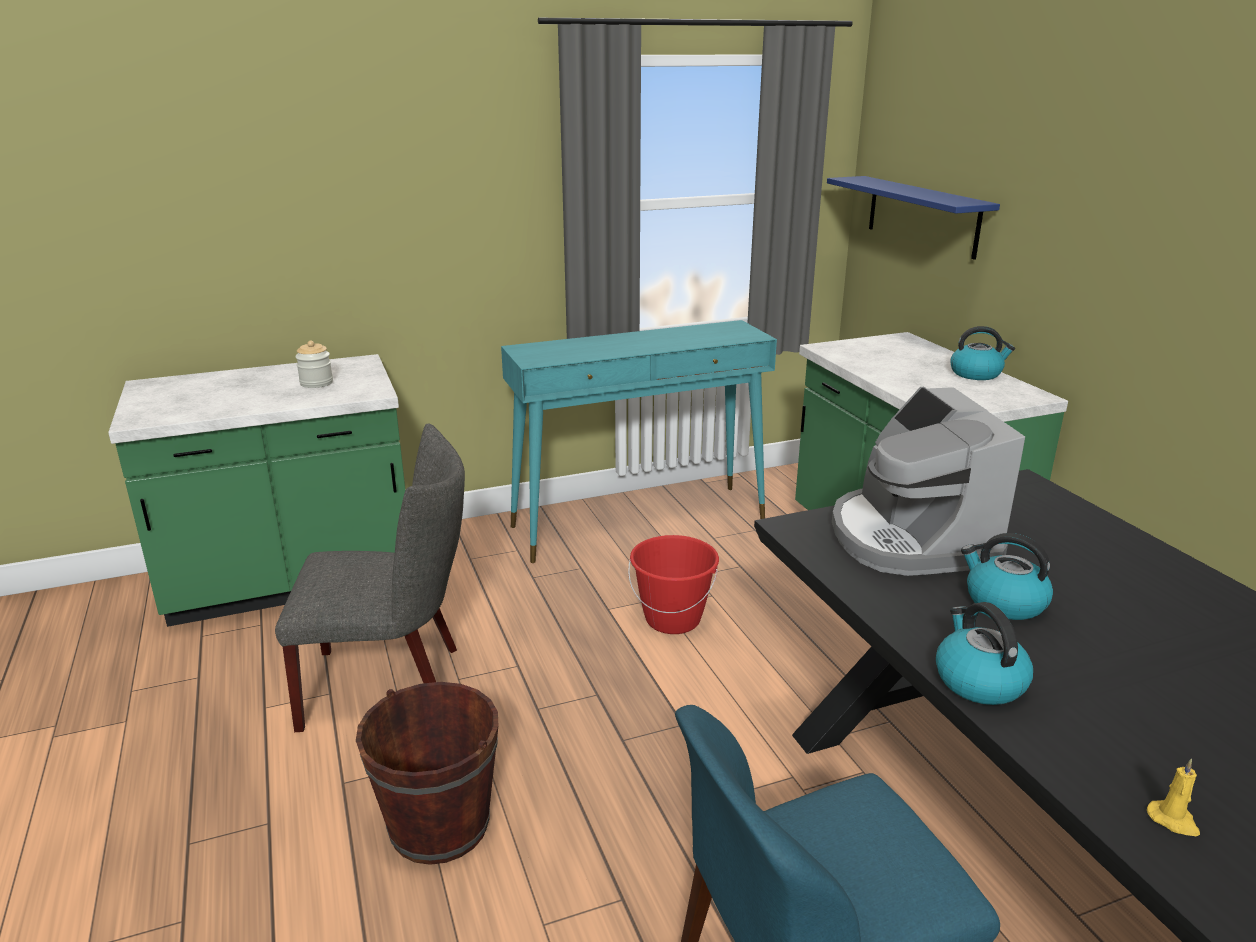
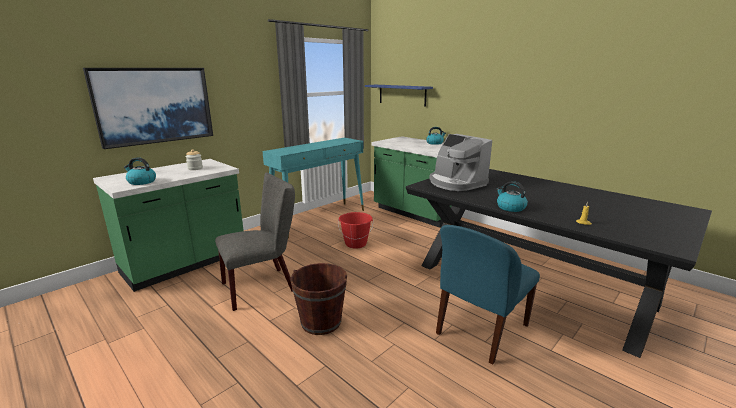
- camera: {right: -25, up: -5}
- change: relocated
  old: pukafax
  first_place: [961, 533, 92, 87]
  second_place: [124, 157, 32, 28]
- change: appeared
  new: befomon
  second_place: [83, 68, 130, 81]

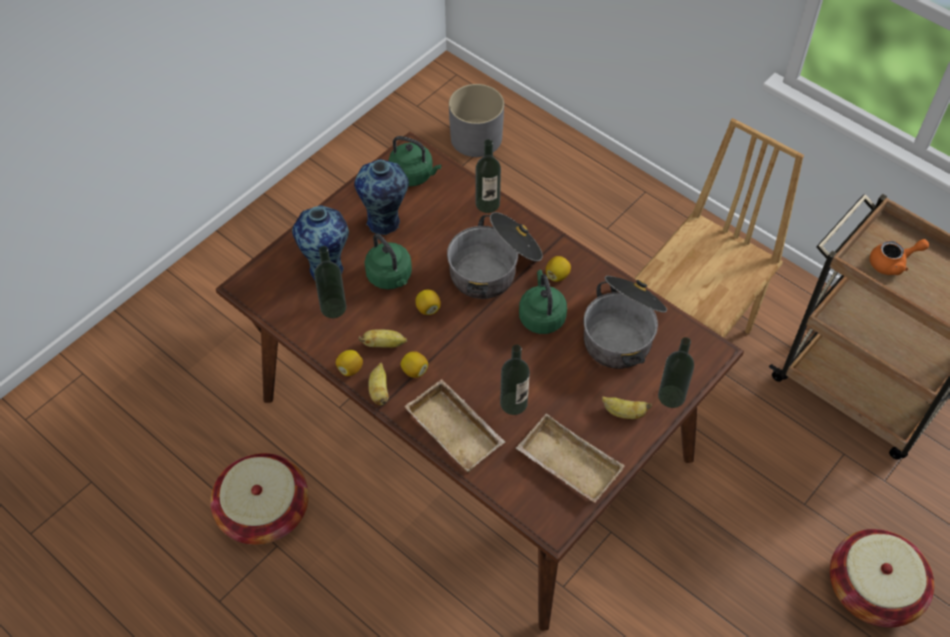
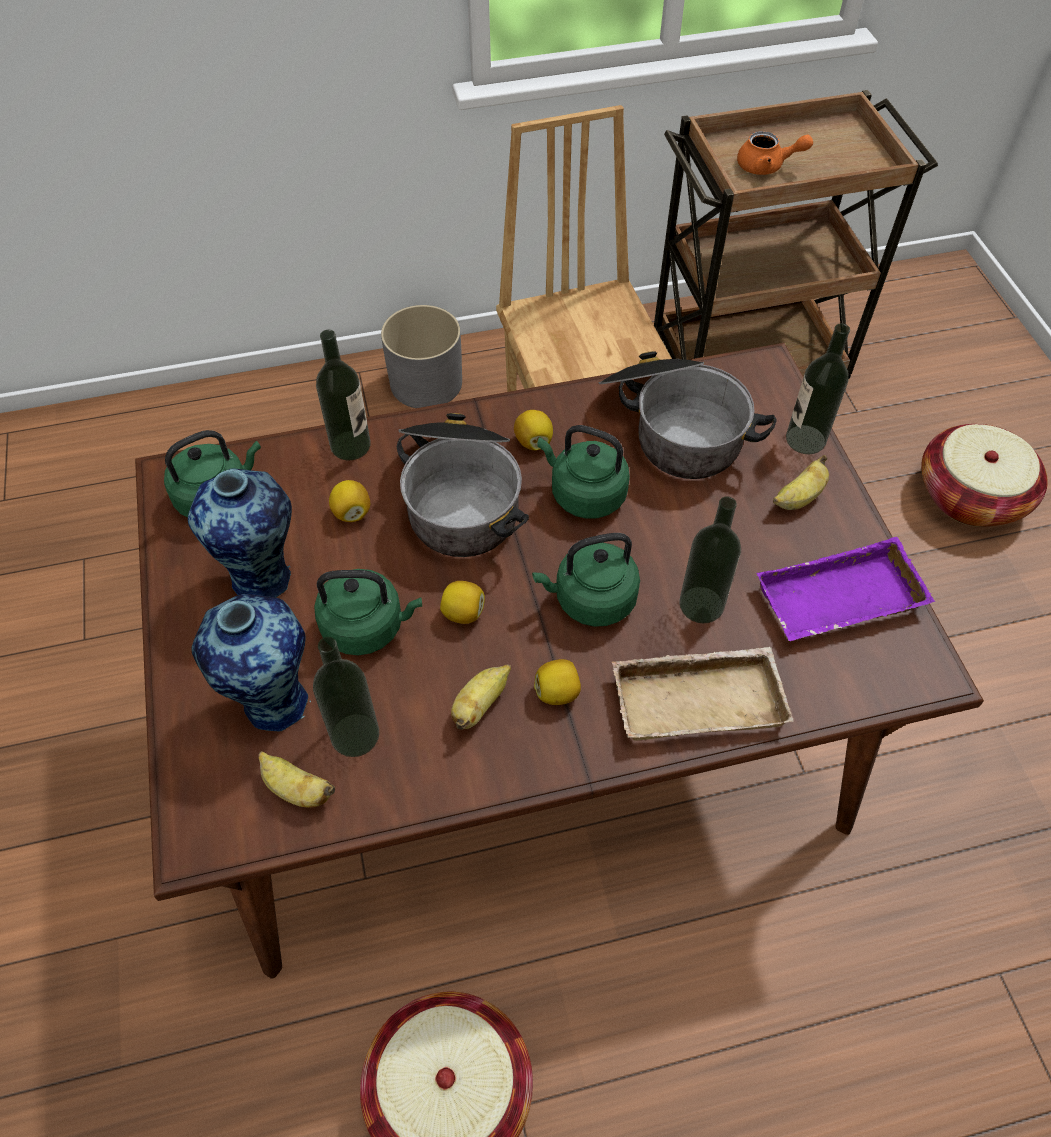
- camera: {right: -55, up: 0}
- change: relocated
  old: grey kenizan
  first_place: [449, 84, 55, 73]
  second_place: [381, 305, 81, 103]
- change: spun
  old: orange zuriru
  first_place: [870, 239, 59, 36]
  second_place: [737, 131, 76, 44]
  degrees: 75
- change: relocated
  old: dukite
  first_place: [336, 350, 27, 26]
  second_place: [329, 480, 41, 42]
- change: relocated
  old: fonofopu
  first_place: [368, 363, 20, 42]
  second_place: [259, 751, 76, 57]
- change: colour
  old: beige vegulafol
  new: purple vegulafol
  first_place: [516, 413, 109, 90]
  second_place: [756, 537, 179, 105]
- change: appeared
  new: green pukafax
  second_place: [532, 533, 108, 94]

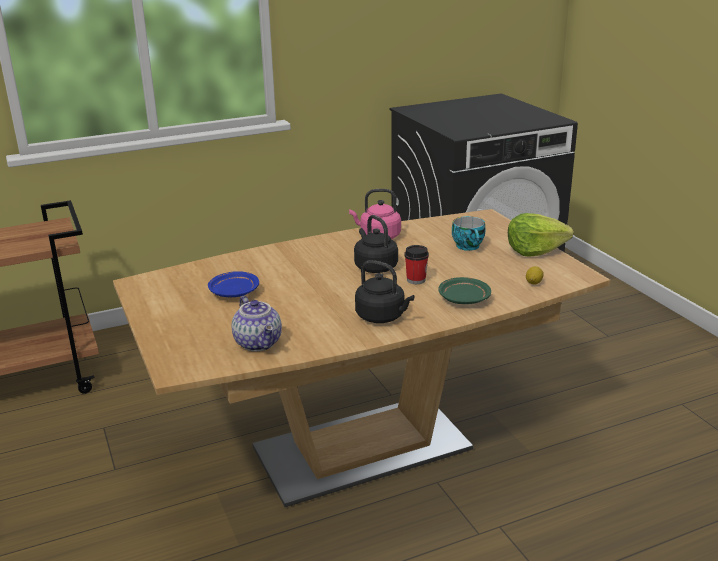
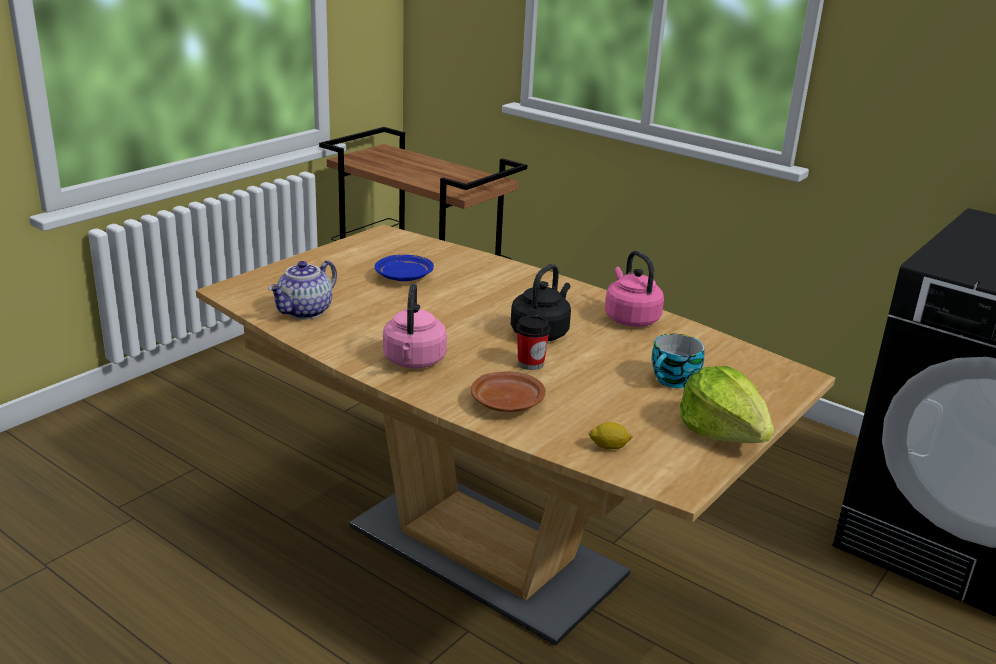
- camera: {right: 60, up: 0}
- change: colour
  old: black pukafax
  new: pink pukafax
  first_place: [355, 260, 59, 63]
  second_place: [383, 283, 64, 86]
- change: colour
  old: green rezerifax
  new: brown rezerifax
  first_place: [438, 277, 53, 27]
  second_place: [471, 372, 75, 40]

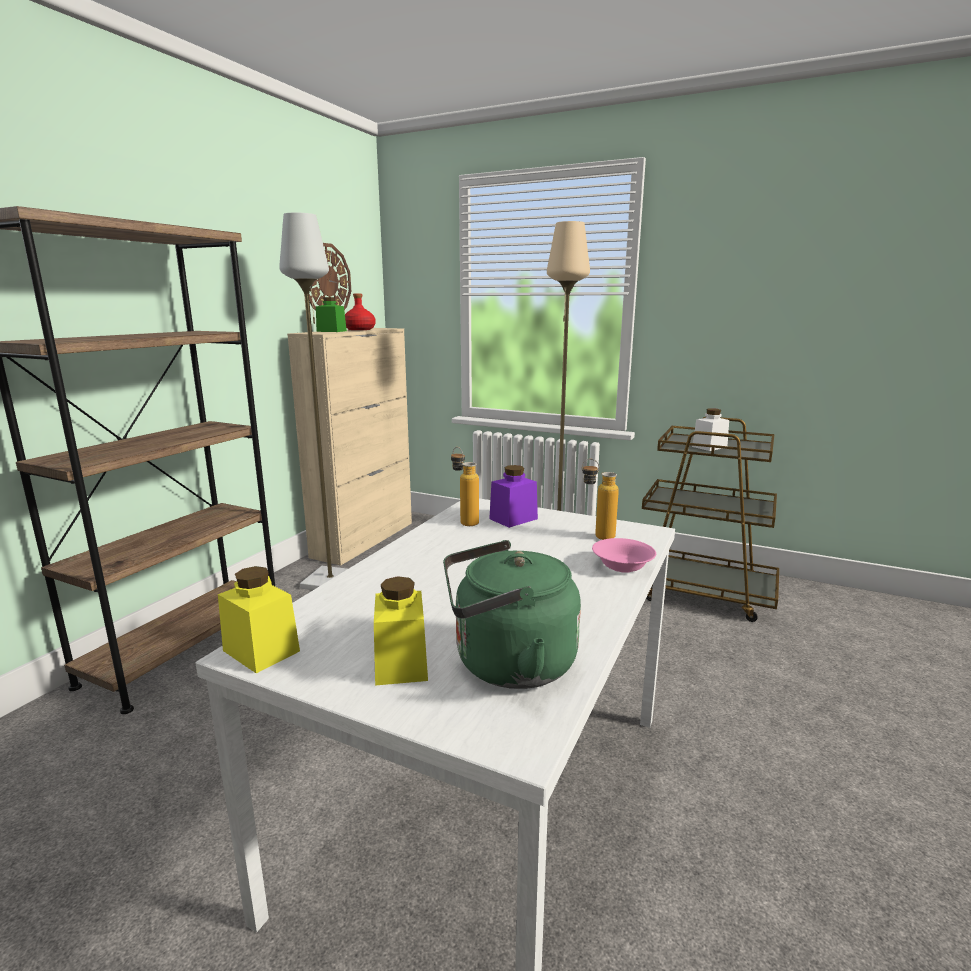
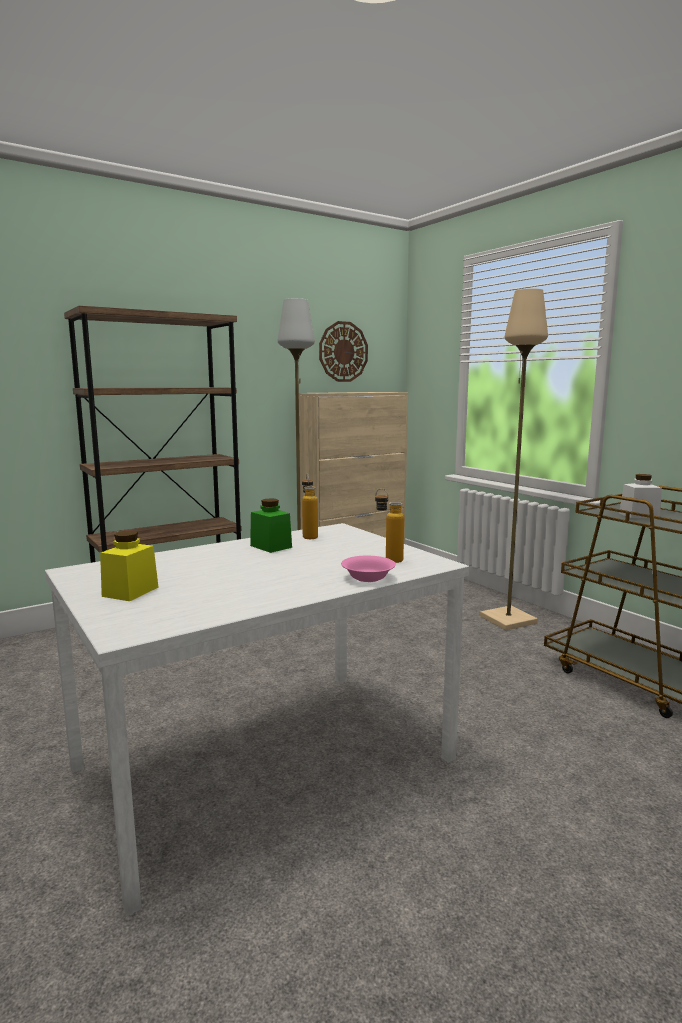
- camera: {right: 30, up: -5}
- change: missing
  old: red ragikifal
  first_place: [345, 294, 31, 36]
- change: relocated
  old: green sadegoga
  first_place: [316, 297, 31, 35]
  second_place: [250, 498, 42, 55]
- change: missing
  old: purple sadegoga
  first_place: [489, 465, 49, 63]
- change: missing
  old: green pukafax
  first_place: [443, 540, 138, 149]
- change: missing
  old: yellow sadegoga
  first_place: [218, 566, 82, 107]

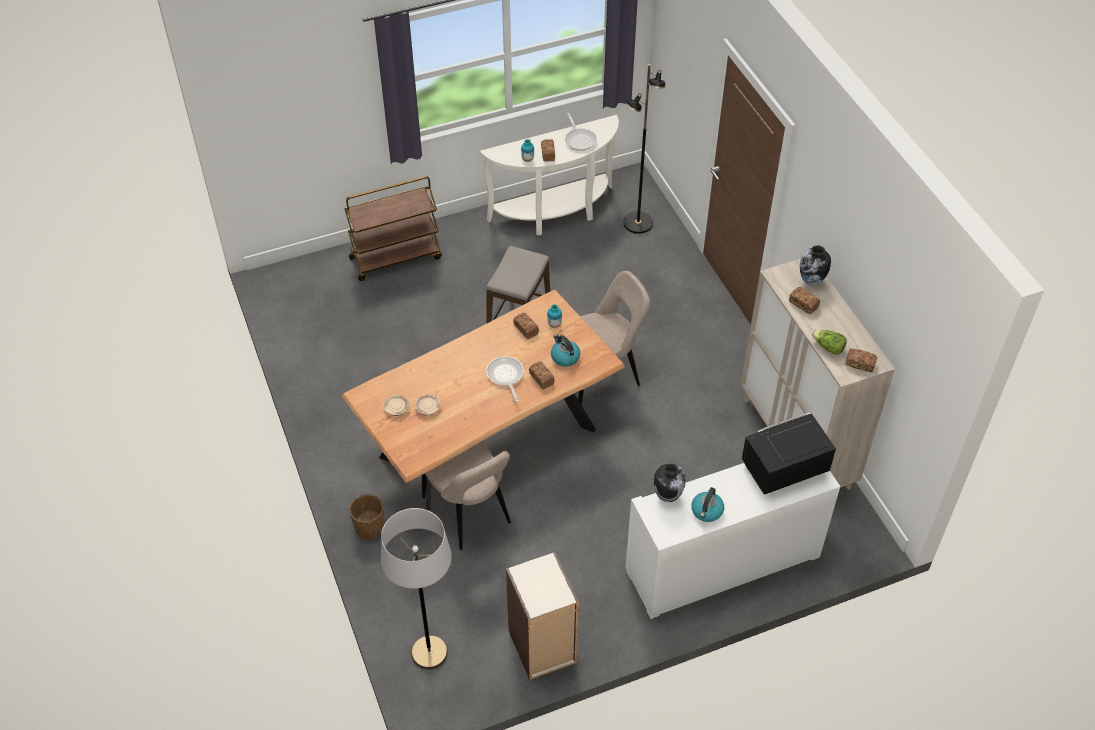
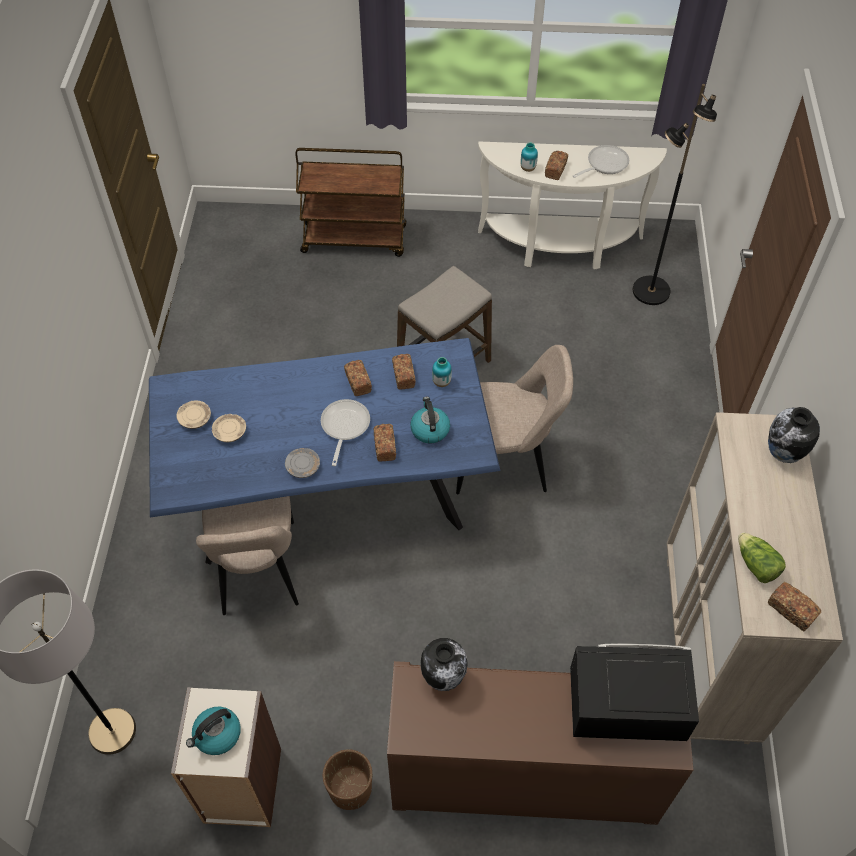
- camera: {right: 25, up: 5}
- change: spun
  old: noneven
  first_place: [565, 113, 32, 38]
  second_place: [573, 145, 56, 33]
  degrees: -135
- change: relocated
  old: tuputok
  first_place: [789, 287, 31, 27]
  second_place: [344, 360, 28, 36]
- change: colour
  old: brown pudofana
  new: blue pudofana
  first_place: [342, 289, 283, 223]
  second_place: [149, 338, 351, 227]
- change: colour
  old: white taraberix
  new: brown taraberix
  first_place: [625, 463, 215, 156]
  second_place: [387, 661, 306, 164]
- change: relocated
  old: pukafax
  first_place: [691, 487, 33, 35]
  second_place: [186, 707, 55, 48]
- change: relocated
  old: brown kenizan
  first_place: [349, 494, 36, 46]
  second_place: [323, 749, 49, 61]
- change: appeared
  new: grey rezerifax
  second_place: [285, 448, 35, 30]

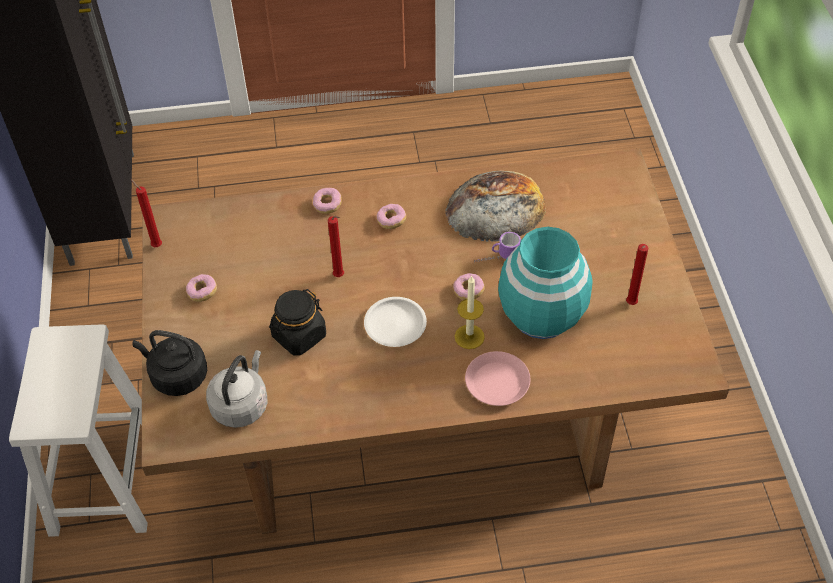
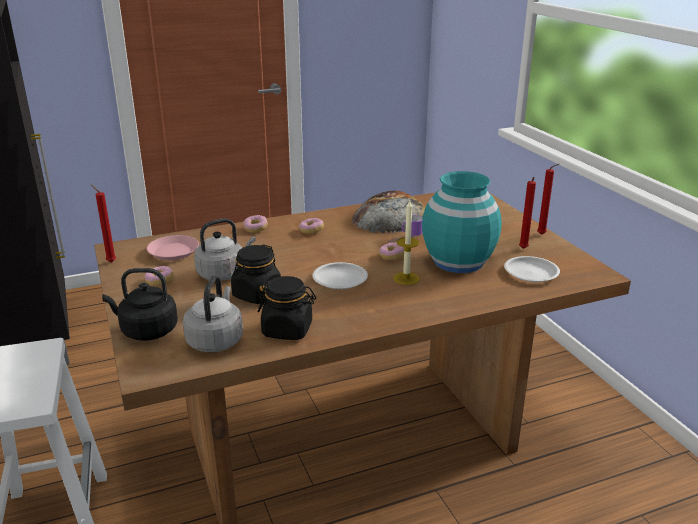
- camera: {right: -15, up: -25}
- change: relocated
  old: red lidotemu
  first_place: [328, 216, 16, 61]
  second_place: [537, 164, 22, 71]
- change: relocated
  old: pink rezerifax
  first_place: [465, 351, 65, 55]
  second_place: [147, 235, 52, 25]
- change: appeared
  new: grey pukafax
  second_place: [194, 218, 62, 63]
- change: appeared
  new: white rezerifax
  second_place: [504, 256, 56, 26]
- change: appeared
  new: black sadegoga
  second_place: [258, 276, 58, 64]

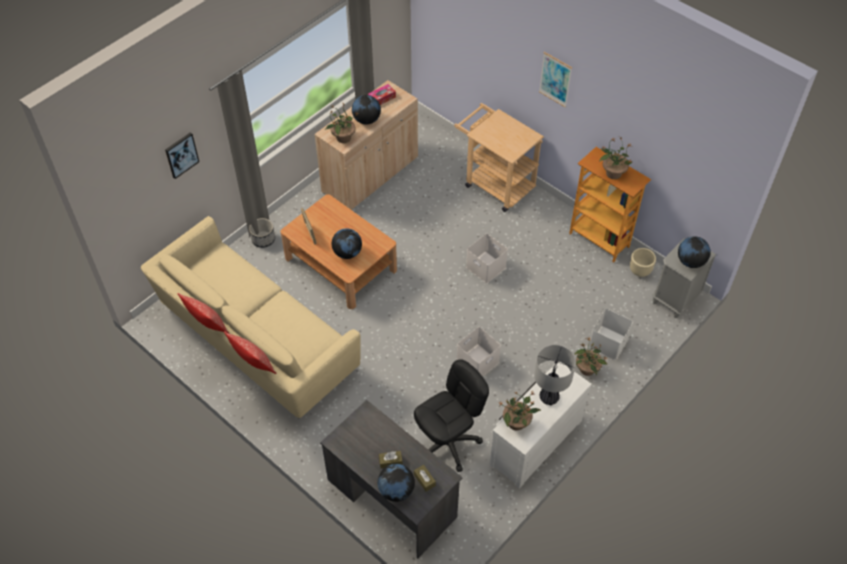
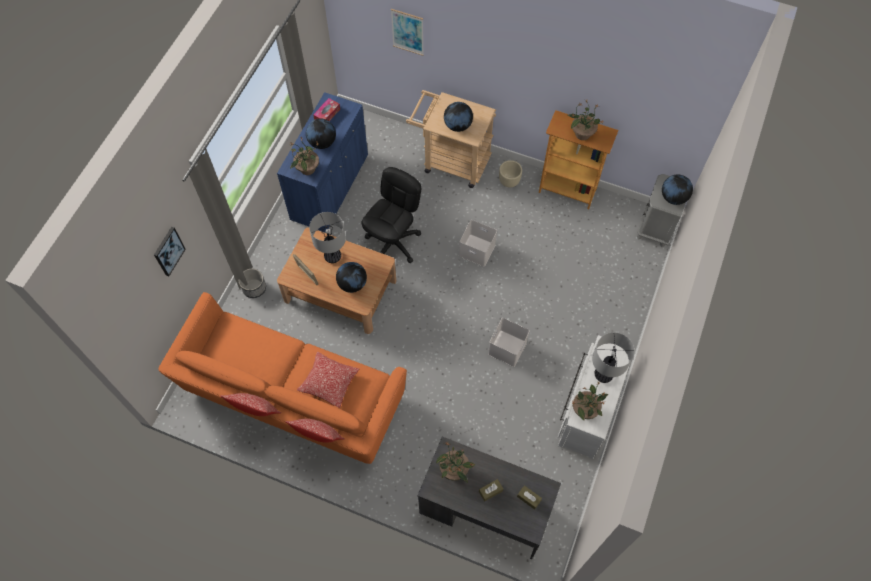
- camera: {right: -20, up: 10}
- change: relocated
  old: befomon
  first_place: [539, 52, 33, 56]
  second_place: [391, 9, 33, 47]
- change: colour
  old: beige taraberix
  new: blue taraberix
  first_place: [314, 80, 104, 130]
  second_place: [277, 92, 91, 141]
- change: colour
  old: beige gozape
  new: orange gozape
  first_place: [141, 216, 220, 202]
  second_place: [159, 292, 248, 172]
- change: relocated
  old: beige kenizan
  first_place: [630, 248, 26, 29]
  second_place: [499, 160, 23, 27]
- change: missing
  old: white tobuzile
  first_place: [589, 308, 44, 52]
- change: relocated
  old: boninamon
  first_place: [574, 337, 33, 39]
  second_place: [436, 442, 39, 41]
- change: relocated
  old: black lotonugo
  first_place: [414, 359, 75, 113]
  second_place: [362, 167, 60, 96]
- change: relocated
  old: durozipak
  first_place: [378, 464, 37, 38]
  second_place: [444, 102, 29, 30]
- change: appeared
  new: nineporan
  second_place: [309, 212, 37, 51]
- change: appeared
  new: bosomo
  second_place: [297, 352, 62, 56]

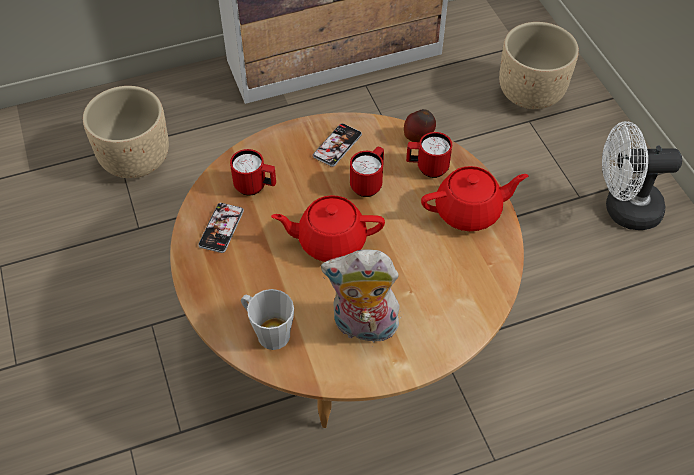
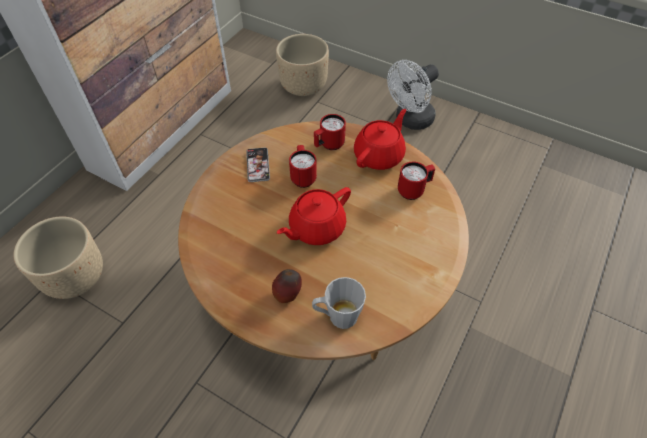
- camera: {right: -40, up: 0}
- change: relocated
  old: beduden
  first_place: [404, 109, 32, 33]
  second_place: [272, 269, 30, 34]
- change: relocated
  old: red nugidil
  first_place: [230, 149, 46, 47]
  second_place: [398, 161, 37, 39]
- change: missing
  old: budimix
  first_place: [198, 203, 46, 50]
- change: missing
  old: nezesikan
  first_place: [321, 249, 81, 98]

